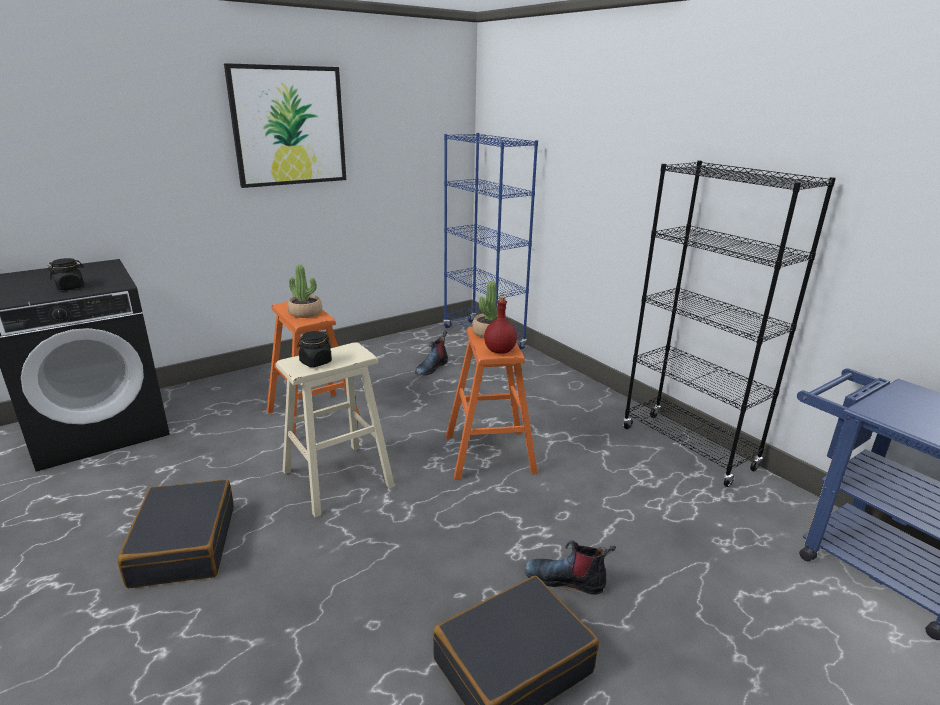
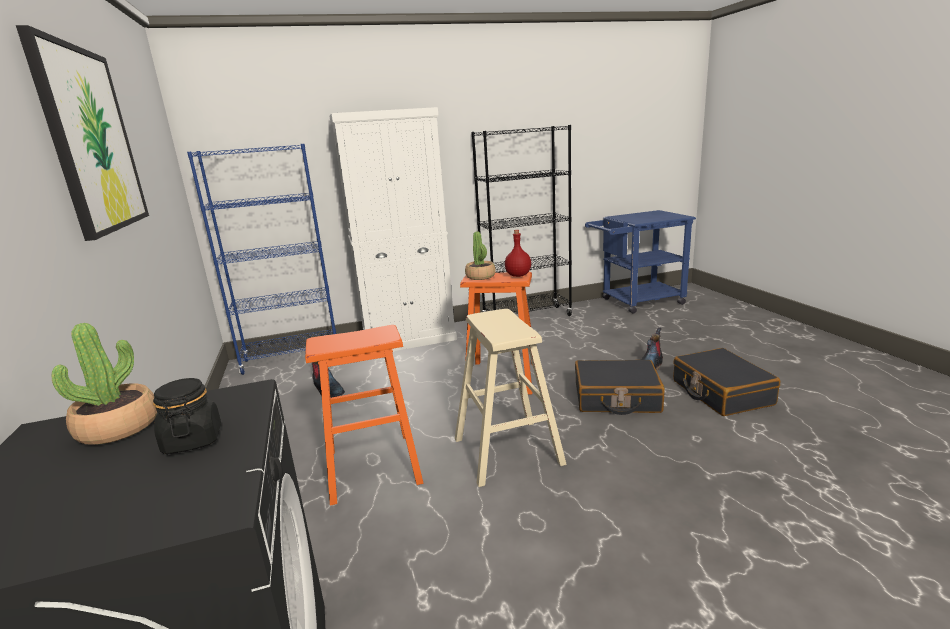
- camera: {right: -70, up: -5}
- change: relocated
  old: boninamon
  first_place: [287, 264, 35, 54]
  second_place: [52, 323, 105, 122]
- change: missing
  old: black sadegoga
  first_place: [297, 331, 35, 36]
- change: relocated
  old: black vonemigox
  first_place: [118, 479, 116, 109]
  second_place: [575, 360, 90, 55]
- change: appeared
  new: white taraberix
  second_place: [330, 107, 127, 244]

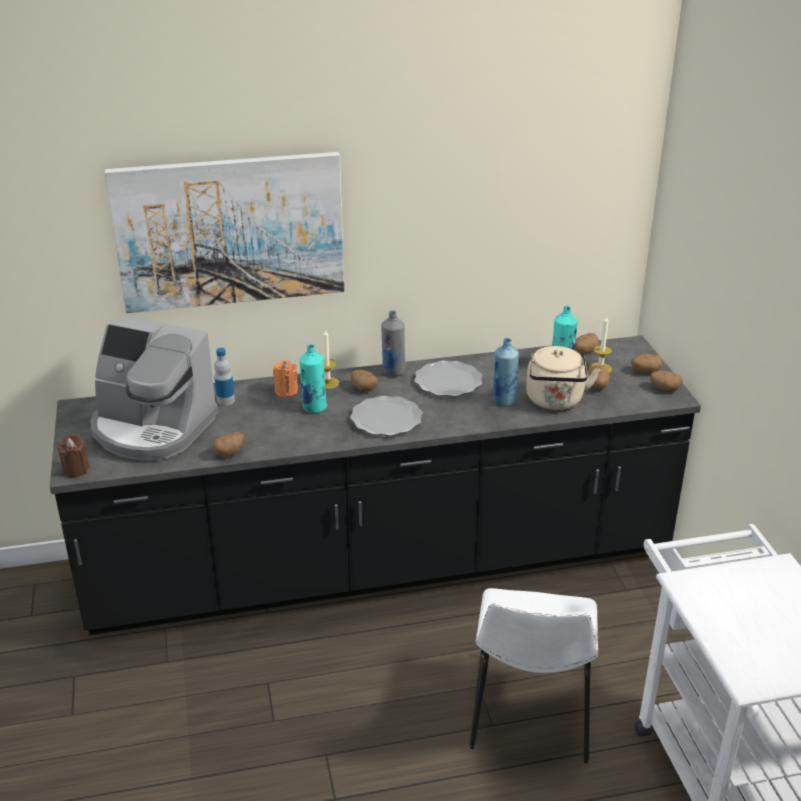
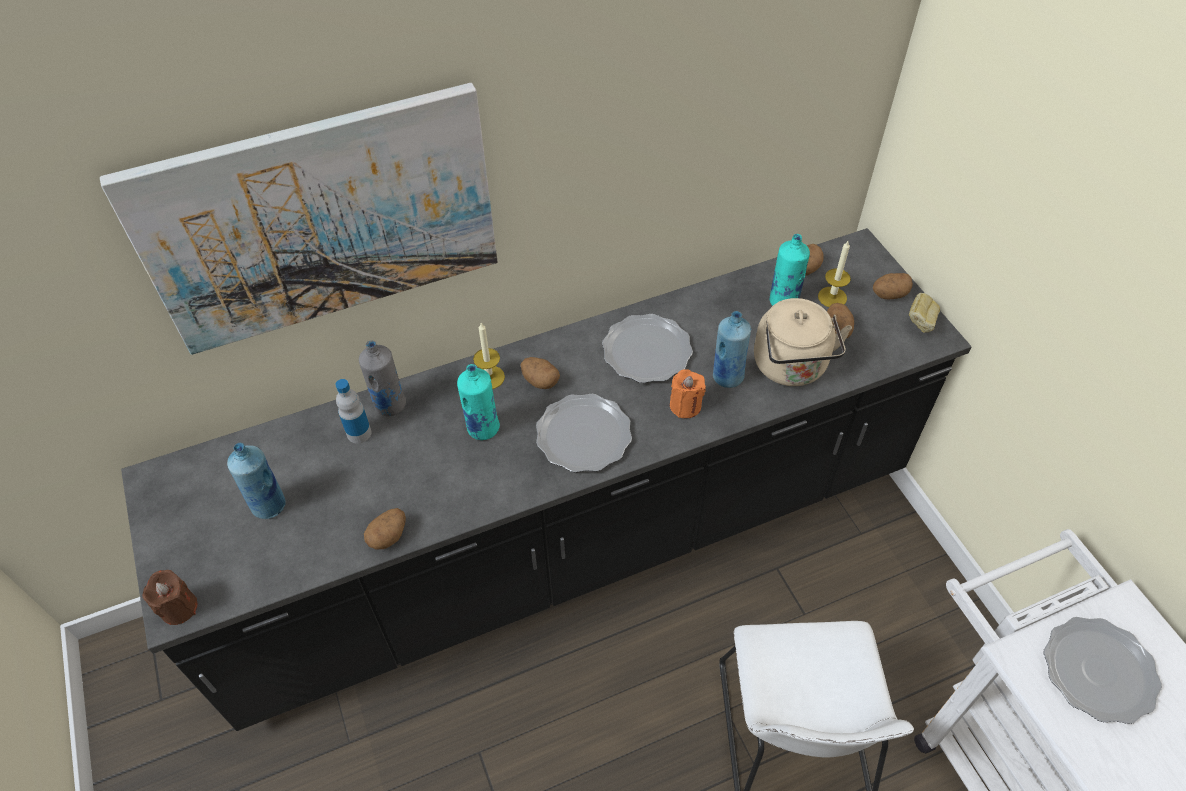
- camera: {right: -10, up: 20}
- change: relocated
  old: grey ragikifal
  first_place: [381, 311, 25, 66]
  second_place: [359, 341, 47, 75]
- change: exchanged
  old: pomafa
  new: blue ragikifal
  first_place: [90, 315, 129, 146]
  second_place: [227, 443, 59, 76]
- change: relocated
  old: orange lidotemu
  first_place: [273, 360, 25, 37]
  second_place: [670, 369, 36, 49]
- change: exchanged
  old: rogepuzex
  new: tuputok
  first_place: [650, 371, 33, 20]
  second_place: [909, 293, 31, 39]
- change: appeared
  new: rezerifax
  second_place: [1043, 617, 119, 107]

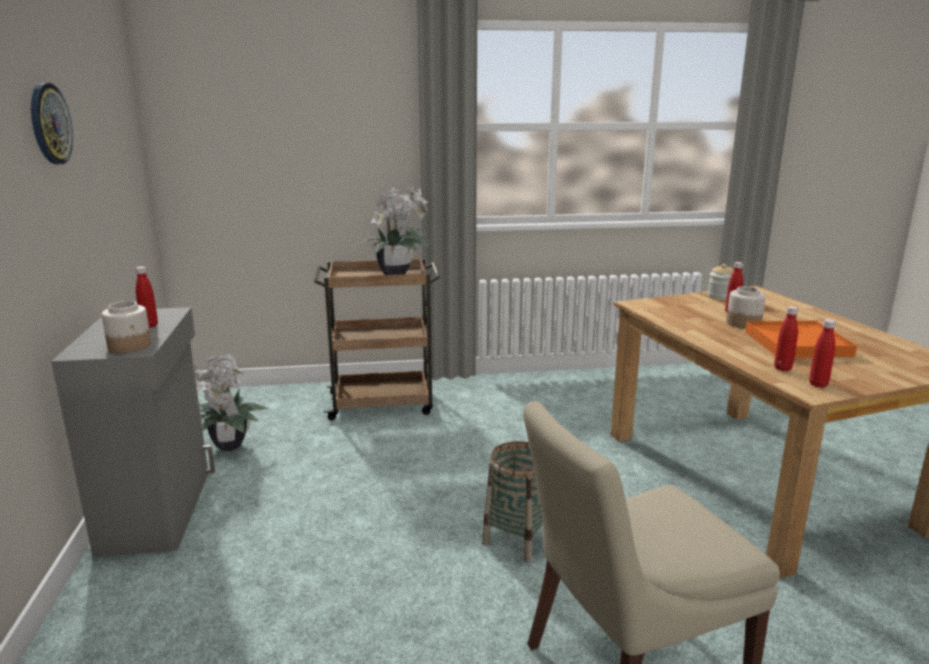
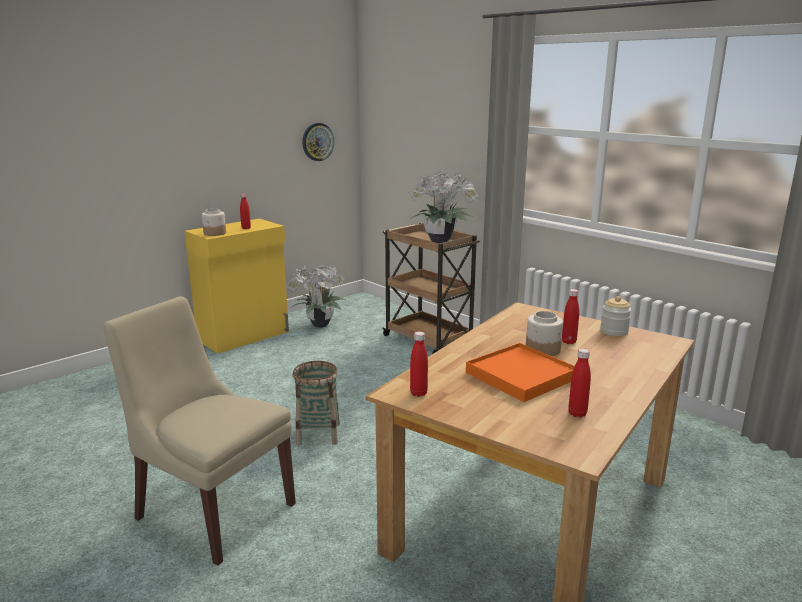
- camera: {right: 55, up: 0}
- change: relocated
  old: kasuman
  first_place: [31, 83, 42, 81]
  second_place: [302, 123, 32, 38]
- change: relocated
  old: red ragikifal
  first_place: [774, 306, 24, 65]
  second_place: [568, 348, 23, 70]
- change: colour
  old: grey taraberix
  new: yellow taraberix
  first_place: [51, 307, 164, 250]
  second_place: [184, 219, 105, 134]

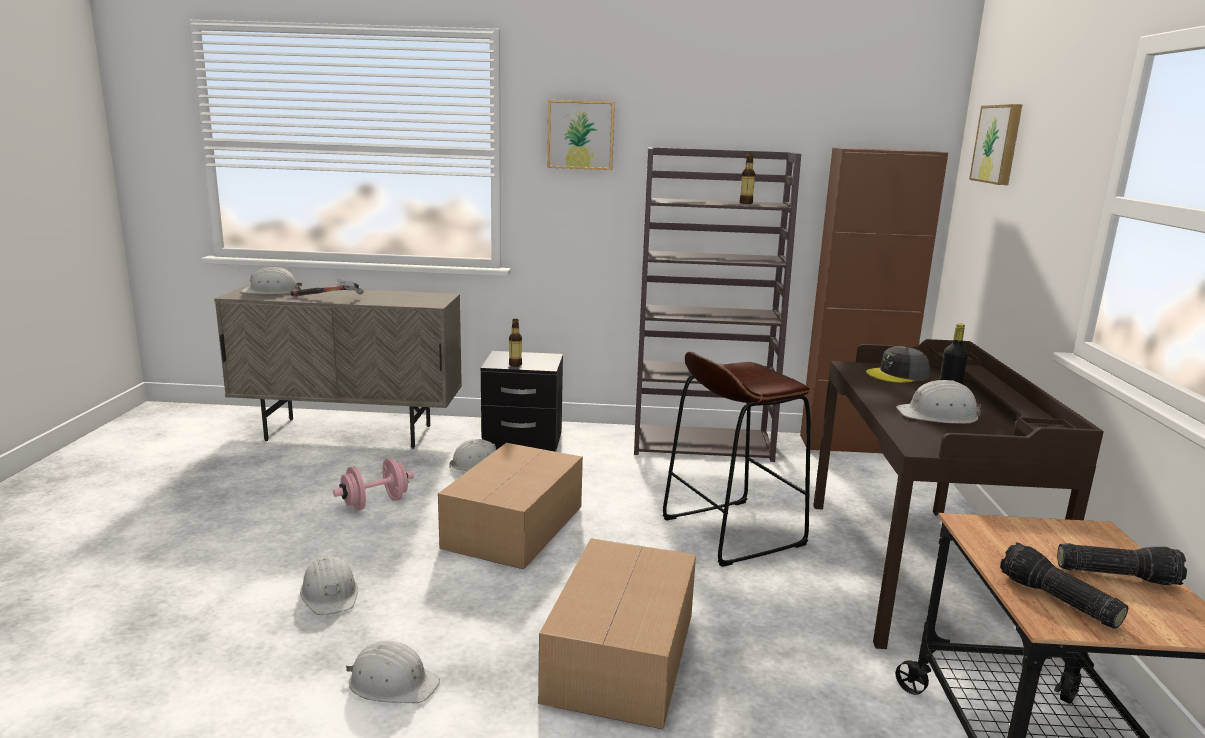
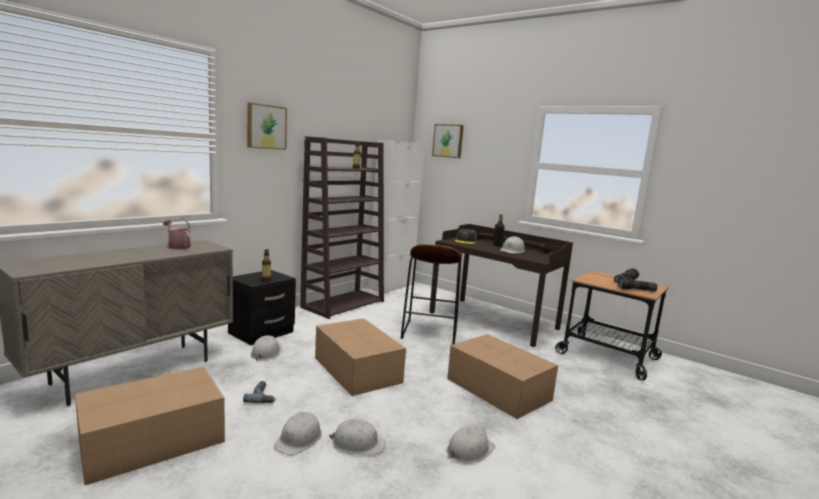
- camera: {right: -55, up: -5}
- change: colour
  old: brown taraberix
  new: white taraberix
  first_place: [800, 148, 148, 305]
  second_place: [369, 140, 55, 154]
- change: relocated
  old: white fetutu
  first_place: [241, 267, 61, 27]
  second_place: [274, 412, 48, 43]
- change: missing
  old: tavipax
  first_place: [291, 279, 73, 17]
- change: exchanged
  old: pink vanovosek
  new: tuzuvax
  first_place: [333, 458, 81, 52]
  second_place: [243, 381, 33, 22]
- change: appeared
  new: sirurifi
  second_place: [163, 218, 28, 31]
- change: appeared
  new: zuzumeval
  second_place: [75, 367, 150, 118]

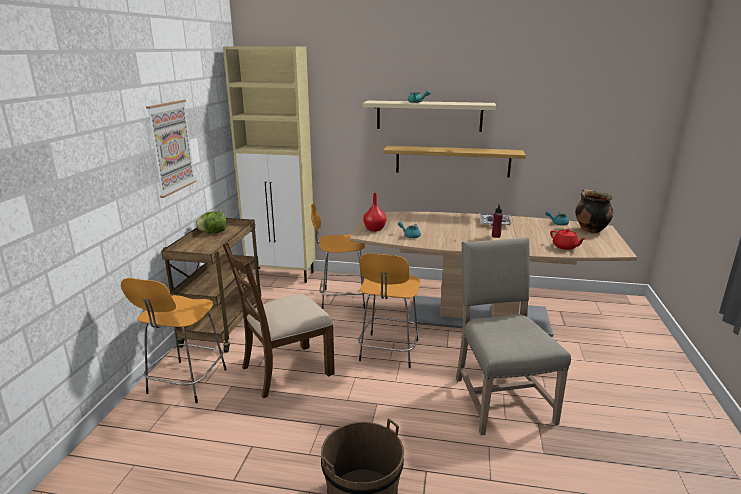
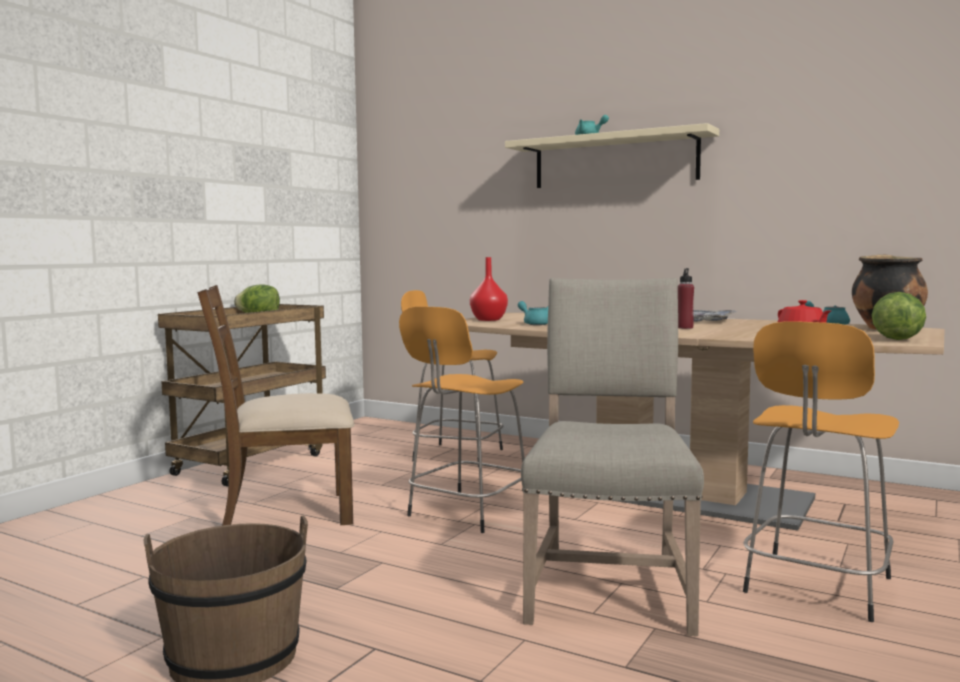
- camera: {right: 20, up: -15}
- change: missing
  old: beige taraberix
  first_place: [223, 47, 92, 236]
- change: missing
  old: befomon
  first_place: [146, 100, 51, 98]
- change: missing
  old: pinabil
  first_place: [383, 146, 143, 31]
- change: relocated
  old: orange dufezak
  first_place: [121, 278, 106, 125]
  second_place: [743, 321, 156, 301]
- change: appeared
  new: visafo
  second_place: [872, 292, 54, 48]

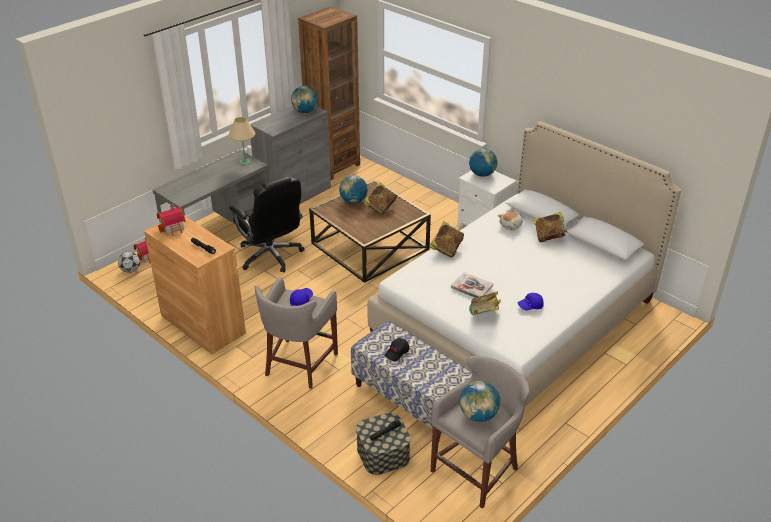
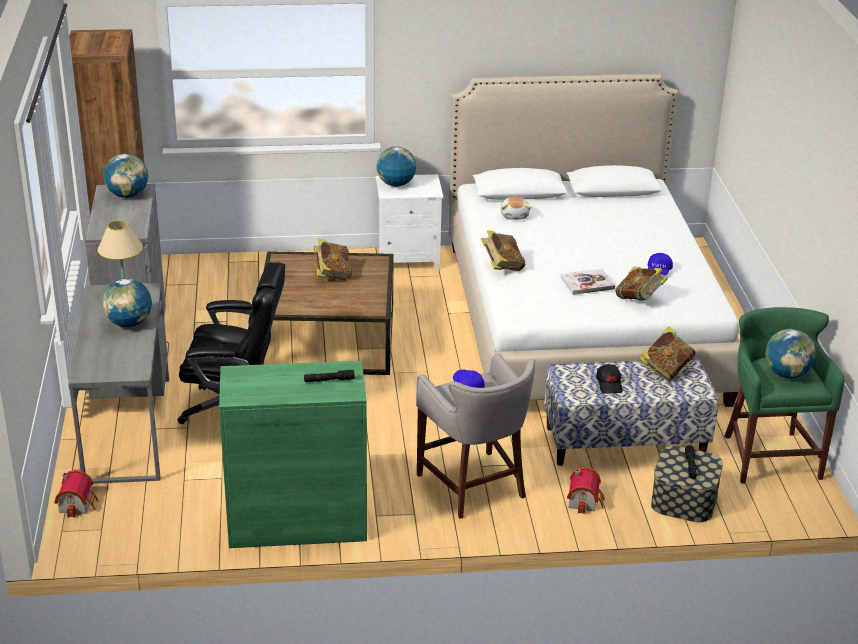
- camera: {right: -50, up: -5}
- change: relocated
  old: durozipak
  first_place: [339, 175, 29, 29]
  second_place: [102, 279, 50, 48]
- change: relocated
  old: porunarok
  first_place: [157, 204, 29, 32]
  second_place: [567, 467, 38, 47]
- change: relocated
  old: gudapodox
  first_place: [534, 212, 33, 30]
  second_place: [639, 326, 56, 55]
- change: colour
  old: brown taraberix
  new: green taraberix
  first_place: [144, 216, 102, 138]
  second_place: [219, 361, 148, 187]
- change: missing
  old: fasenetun
  first_place: [118, 251, 22, 22]
- change: colour
  old: grey dufezak
  new: green dufezak
  first_place: [431, 356, 99, 152]
  second_place: [724, 307, 121, 177]

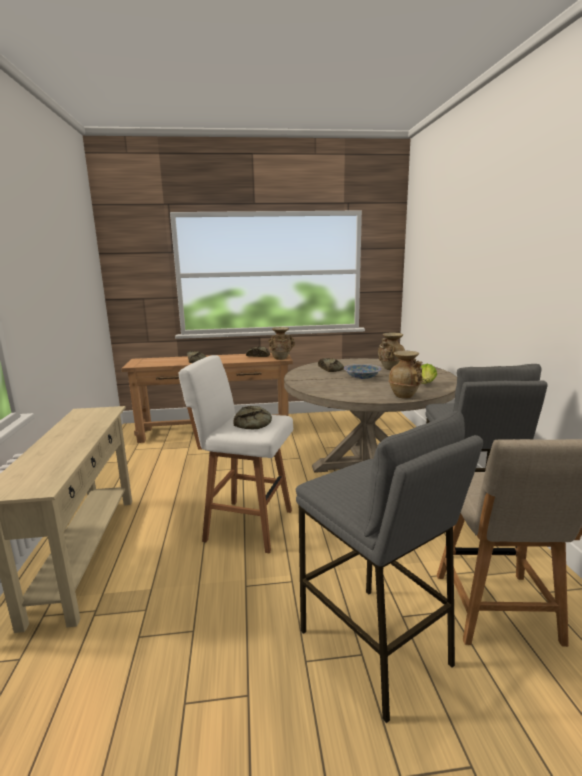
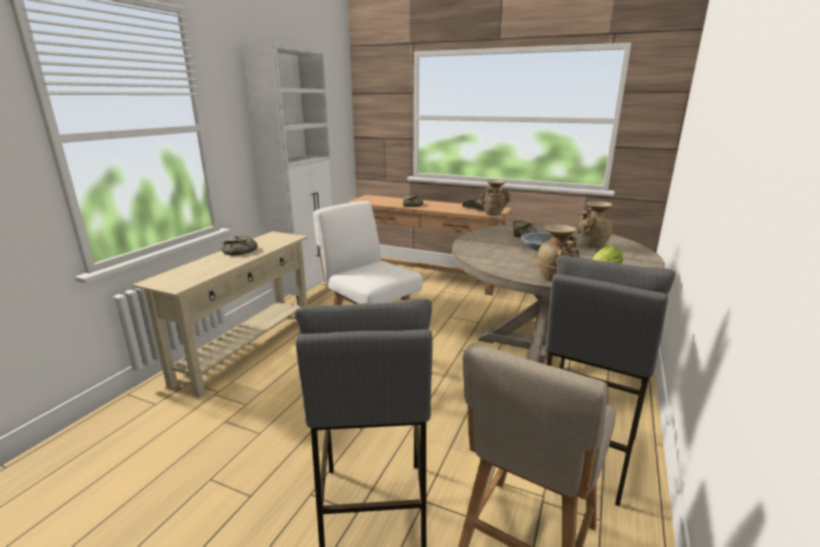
- camera: {right: 30, up: 5}
- change: relocated
  old: tuputok
  first_place: [233, 406, 39, 23]
  second_place: [221, 236, 37, 19]
- change: appeared
  new: white taraberix
  second_place: [243, 44, 91, 261]

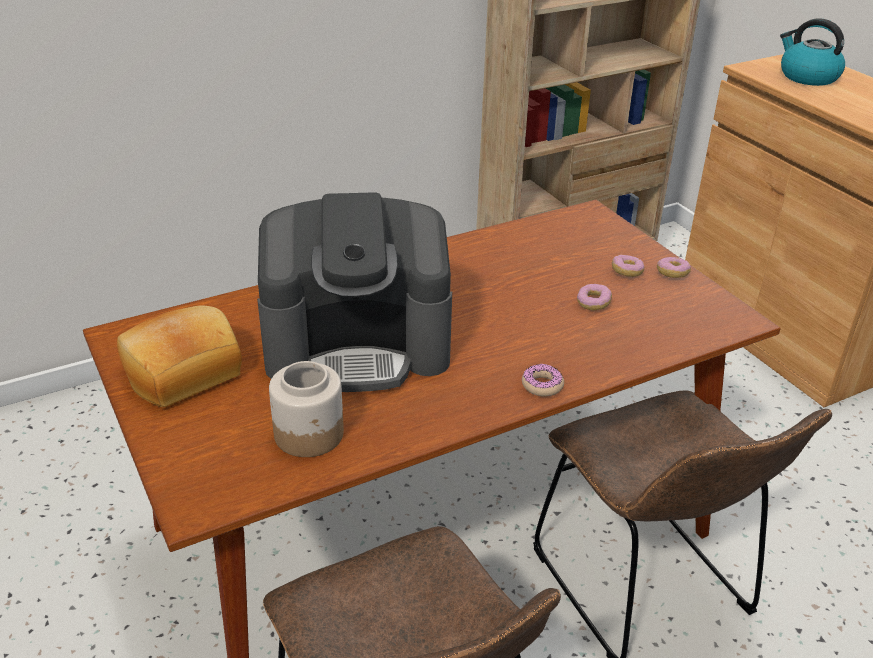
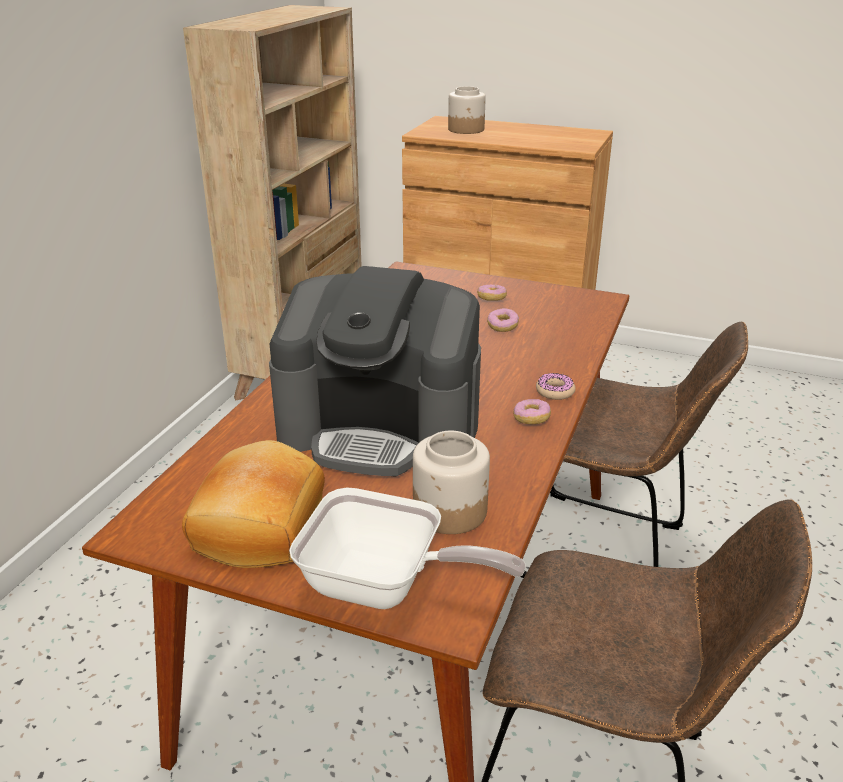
- camera: {right: -40, up: -5}
- change: exchanged
  old: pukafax
  new: sadegoga
  first_place: [780, 18, 65, 68]
  second_place: [448, 86, 38, 48]
- change: spun
  old: pomafa
  first_place: [257, 192, 195, 200]
  second_place: [269, 266, 212, 211]
  degrees: 60
- change: relocated
  old: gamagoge
  first_place: [657, 257, 34, 21]
  second_place: [513, 399, 38, 25]
- change: appeared
  new: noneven
  second_place: [289, 488, 237, 121]

